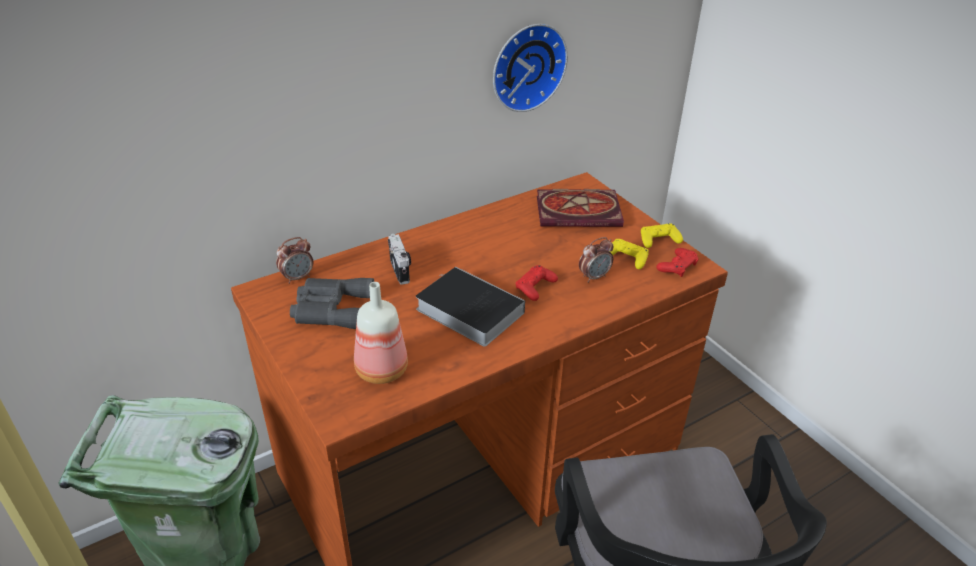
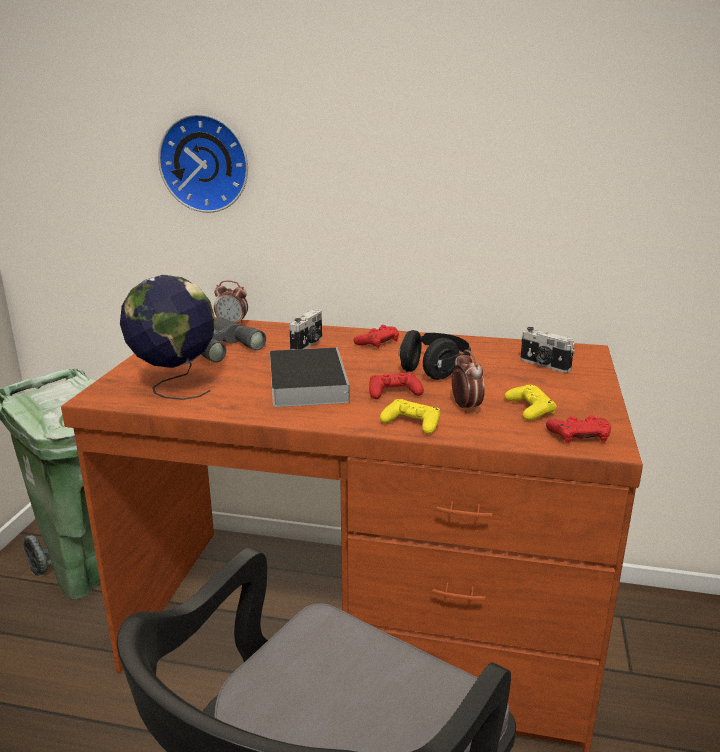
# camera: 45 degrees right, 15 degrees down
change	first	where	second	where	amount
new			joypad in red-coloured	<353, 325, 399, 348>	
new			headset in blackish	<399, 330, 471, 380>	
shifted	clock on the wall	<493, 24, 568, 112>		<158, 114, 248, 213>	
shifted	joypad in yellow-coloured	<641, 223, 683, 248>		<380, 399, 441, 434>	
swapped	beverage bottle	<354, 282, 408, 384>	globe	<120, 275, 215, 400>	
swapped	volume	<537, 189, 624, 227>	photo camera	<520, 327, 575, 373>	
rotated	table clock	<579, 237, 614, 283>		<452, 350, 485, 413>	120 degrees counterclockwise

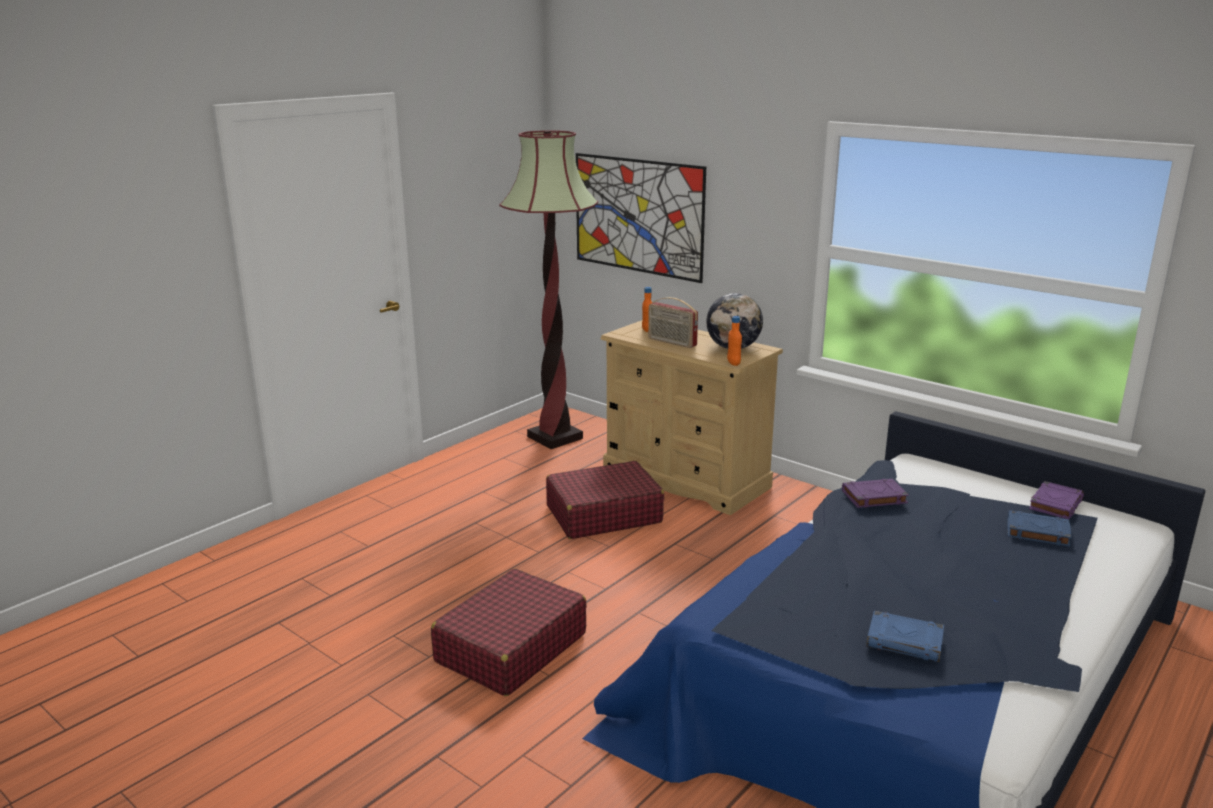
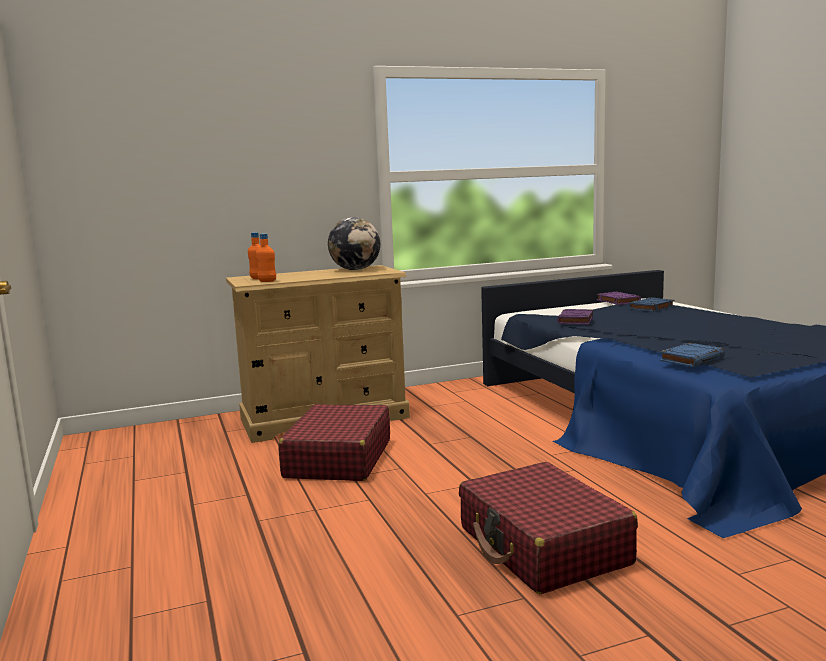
# camera: 60 degrees left, 10 degrees down
change	first	where	second	where	amount
gone	standard lamp	<499, 130, 598, 449>			
gone	picture	<576, 153, 706, 283>			
gone	radio receiver	<648, 297, 698, 348>			
shifted	beverage bottle in orangey	<727, 316, 742, 366>		<256, 233, 276, 282>	
shifted	volume in bluish	<866, 611, 944, 662>		<660, 343, 725, 367>	

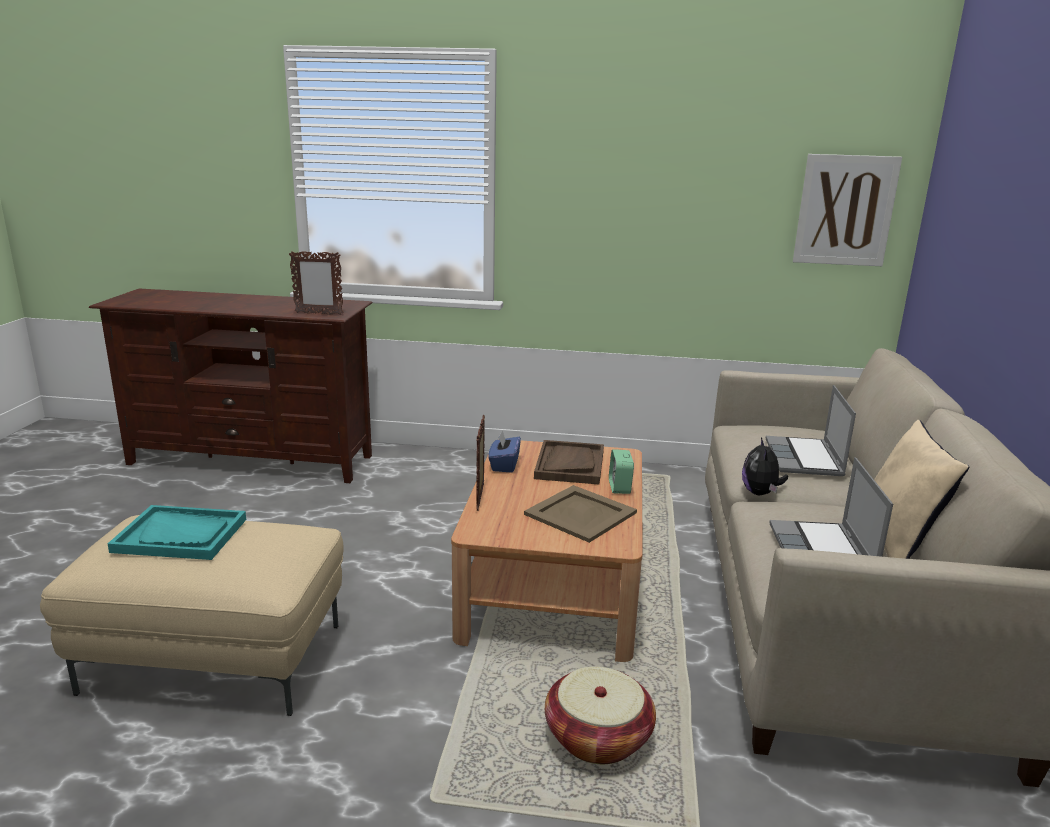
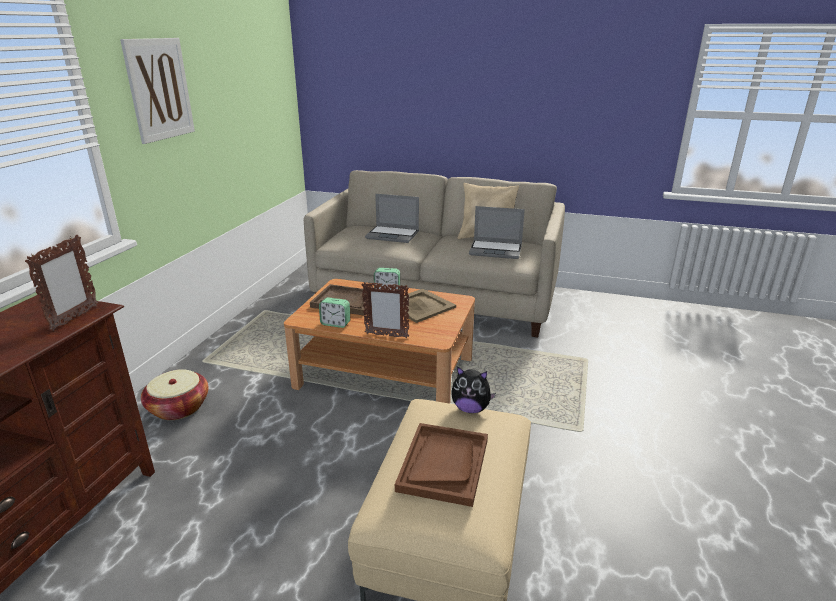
# camera: 80 degrees left, 5 degrees up
change	first	where	second	where	amount
shifted	basket	<545, 667, 656, 764>		<141, 369, 209, 420>	
shifted	soft toy	<742, 437, 788, 495>		<452, 366, 496, 413>	
shifted	picture	<793, 154, 902, 266>		<120, 38, 195, 144>	
swapped	tissue box in bluish	<488, 430, 521, 473>	table clock	<319, 297, 350, 328>	
repainted	carrying tray in blue-green	<108, 505, 246, 560>	carrying tray in brown-coloured	<395, 423, 488, 507>	

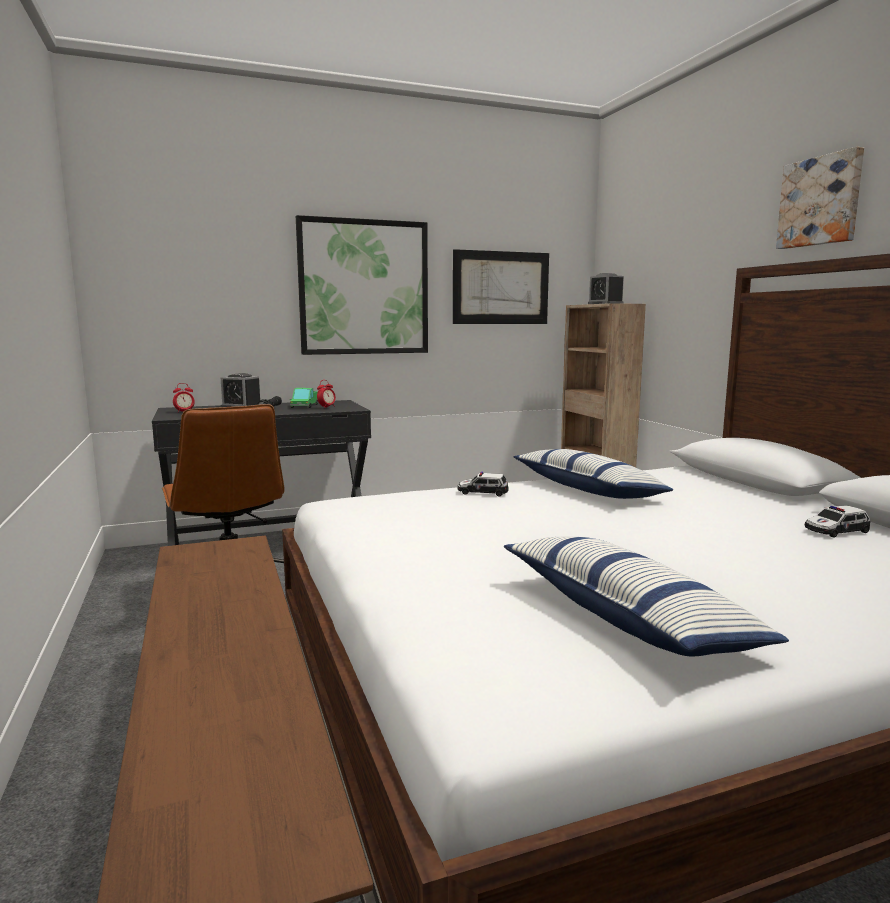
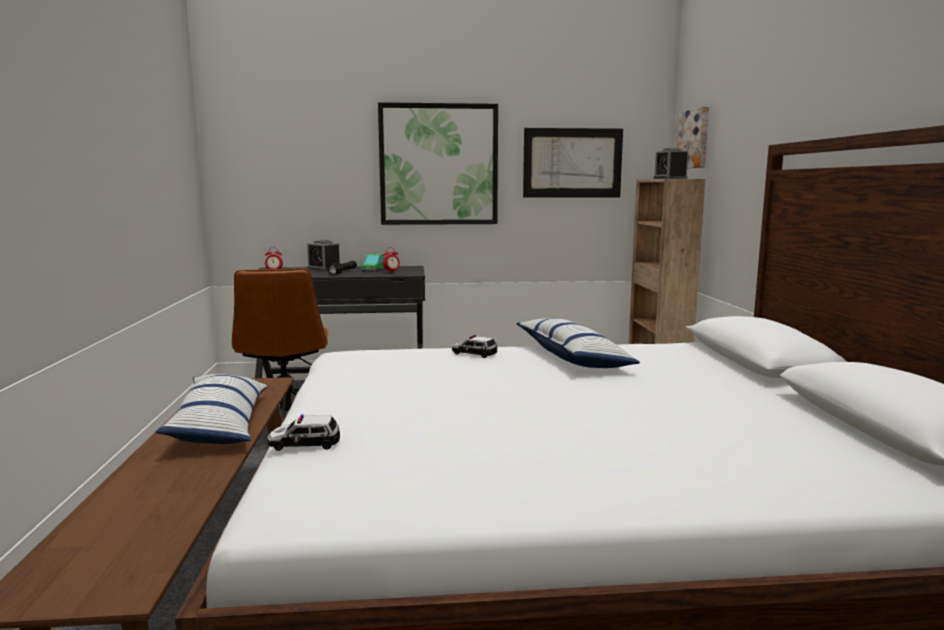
# camera: 15 degrees right, 0 degrees up
change	first	where	second	where	amount
shifted	cushion	<504, 537, 789, 656>		<155, 374, 268, 444>	
shifted	picture	<776, 146, 864, 249>		<677, 106, 709, 169>	
shifted	toy car	<805, 505, 870, 538>		<267, 414, 340, 451>	

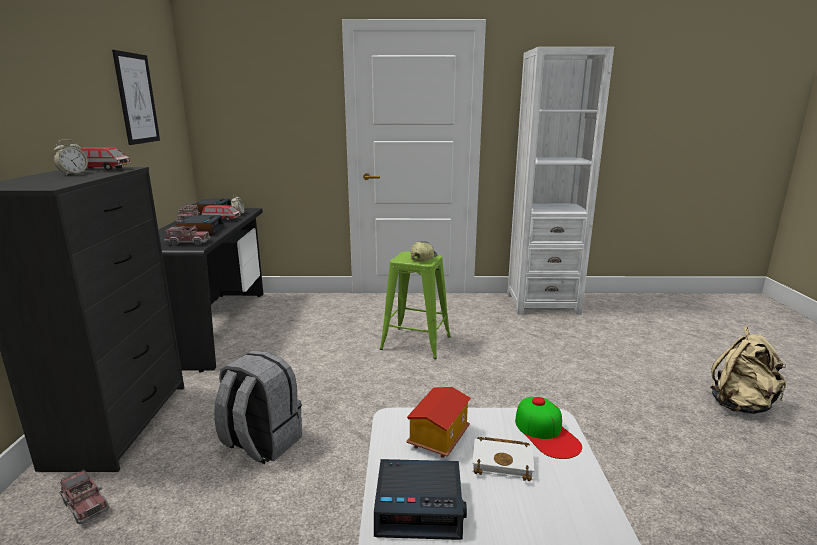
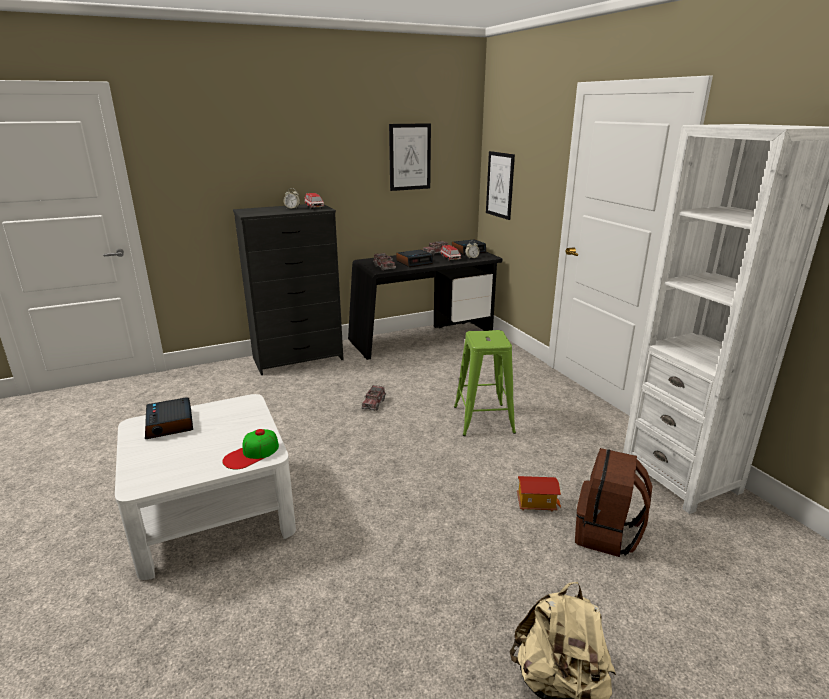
# camera: 65 degrees right, 5 degrees up
change	first	where	second	where	amount
gone	knapsack in gray	<214, 351, 302, 464>			
gone	cap	<411, 241, 437, 261>			
gone	volume in whitish	<472, 437, 534, 481>			
new			picture	<486, 151, 515, 220>	
new			knapsack in brown-coloured	<575, 448, 652, 557>	
shifted	toy truck	<59, 469, 110, 524>		<361, 385, 386, 411>	
shifted	model house	<407, 387, 471, 458>		<517, 476, 561, 511>	

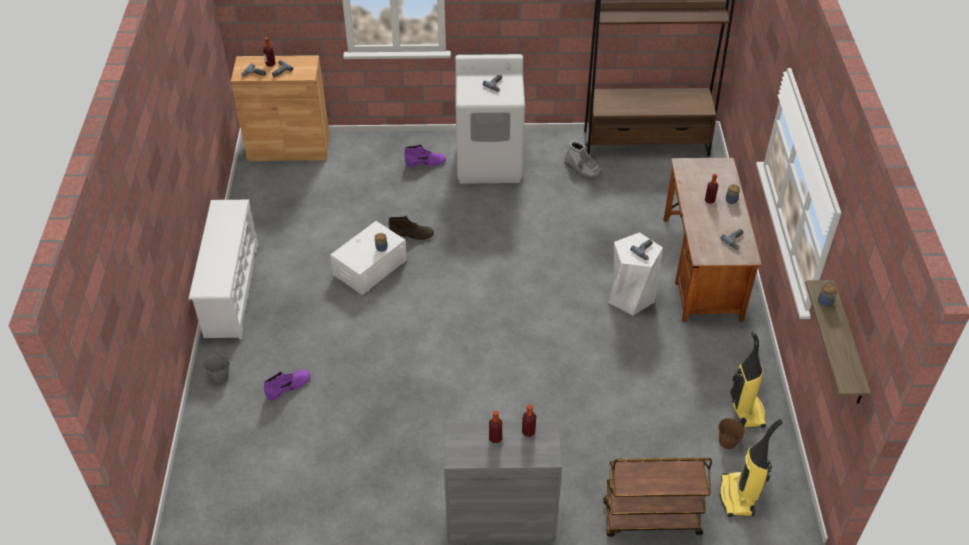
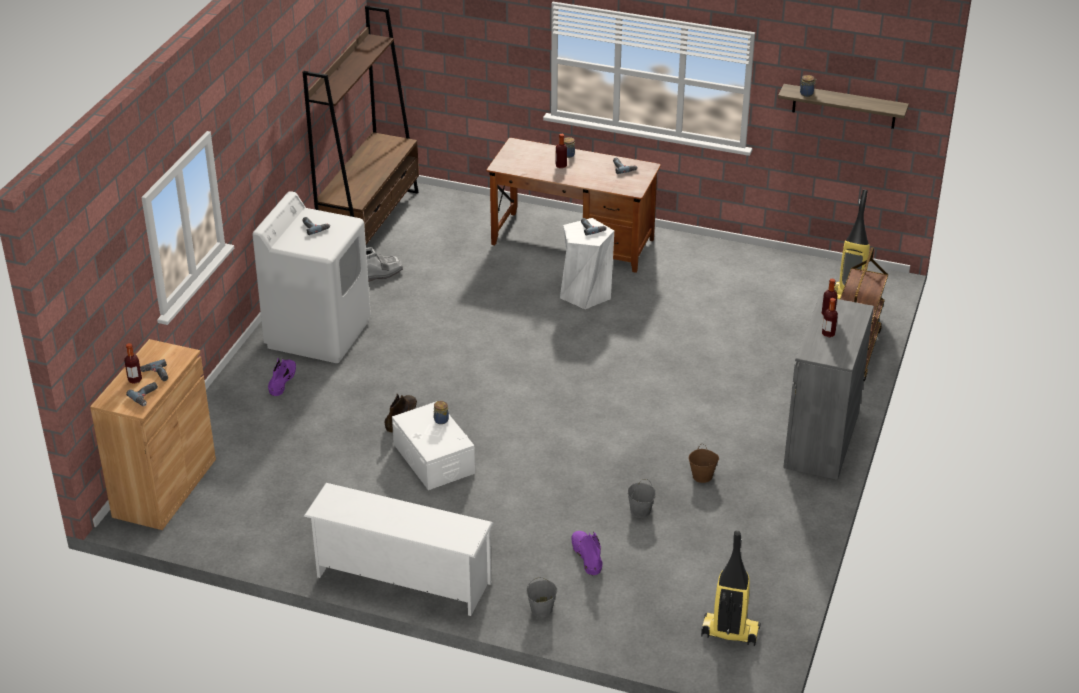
# camera: 70 degrees left, 10 degrees down
change	first	where	second	where	amount
new			water bucket in gray	<627, 479, 656, 518>	
shifted	water bucket in brown-coloured	<718, 418, 744, 449>		<689, 444, 719, 483>	
shifted	vacuum	<730, 332, 767, 428>		<701, 531, 761, 646>	

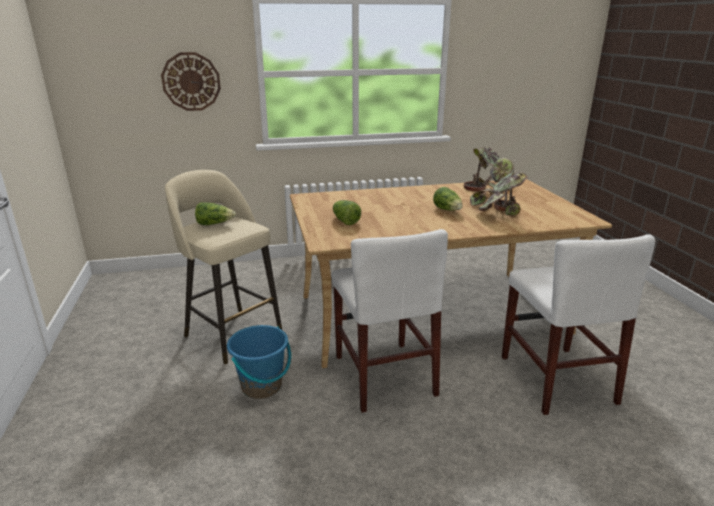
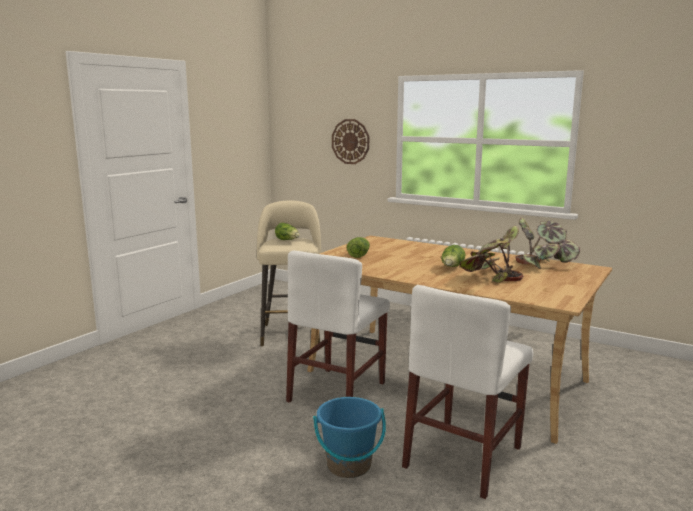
# camera: 45 degrees right, 10 degrees down
change	first	where	second	where	amount
shifted	water bucket in bluish	<227, 325, 291, 399>		<313, 397, 386, 478>	

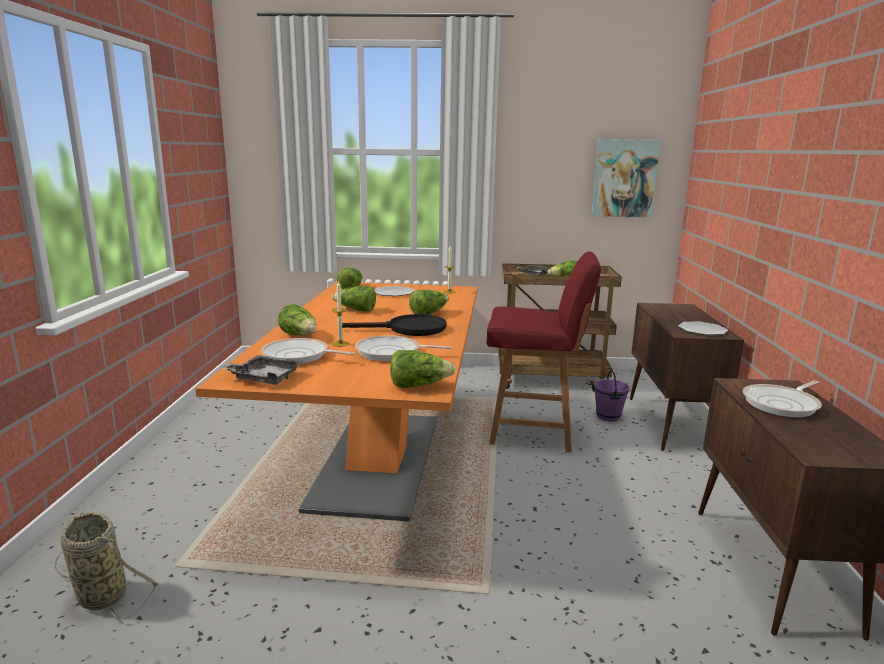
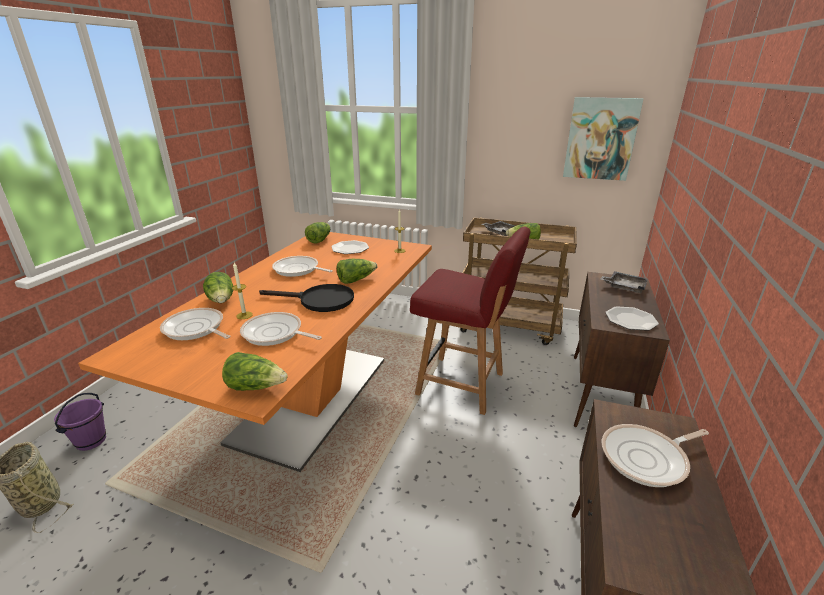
# camera: 15 degrees right, 10 degrees up
change	first	where	second	where	amount
shifted	carrying tray in gray	<222, 355, 301, 385>		<601, 271, 648, 293>	
shifted	water bucket in purple-coloured	<594, 370, 630, 422>		<54, 393, 106, 451>	
swapped	lettuce head	<332, 286, 376, 312>	frying pan	<272, 256, 333, 277>	

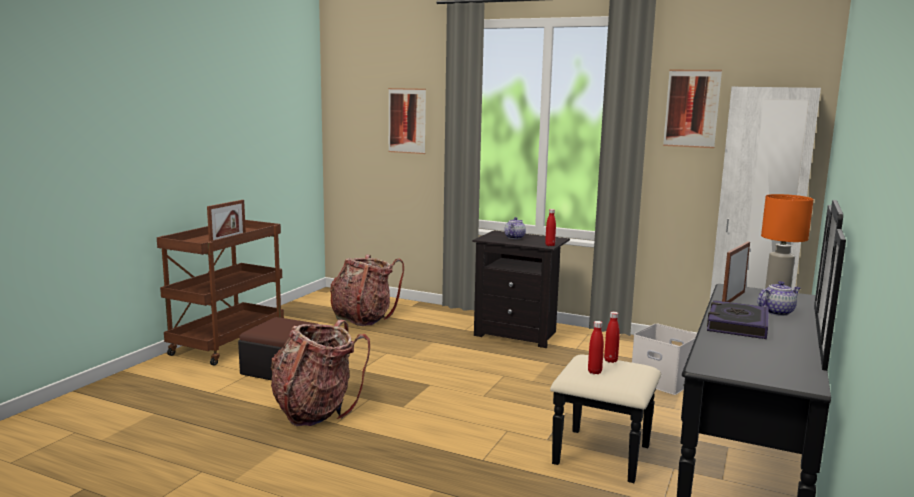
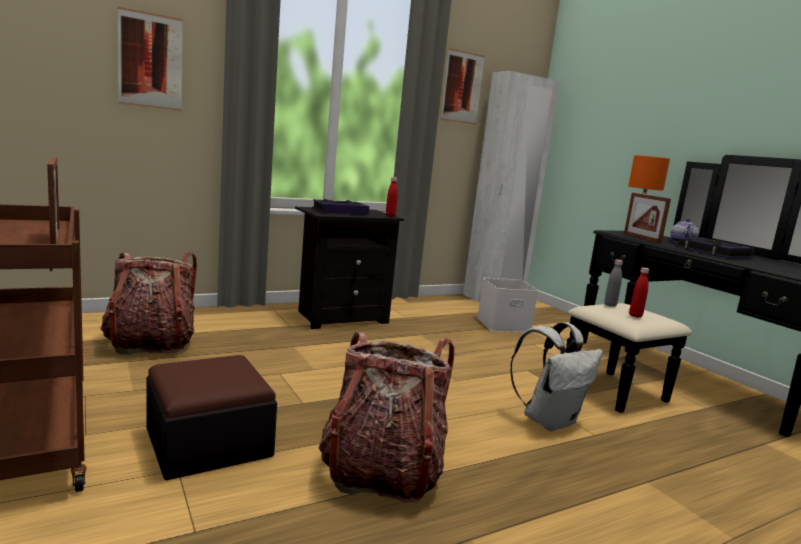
# camera: 55 degrees left, 0 degrees up
change	first	where	second	where	amount
new			knapsack in whitish	<510, 322, 603, 431>	
swapped	pot for tea	<504, 217, 526, 239>	volume	<313, 199, 369, 215>	
repainted	beverage bottle in red-coloured	<604, 312, 620, 363>	beverage bottle in gray	<604, 260, 623, 307>	

